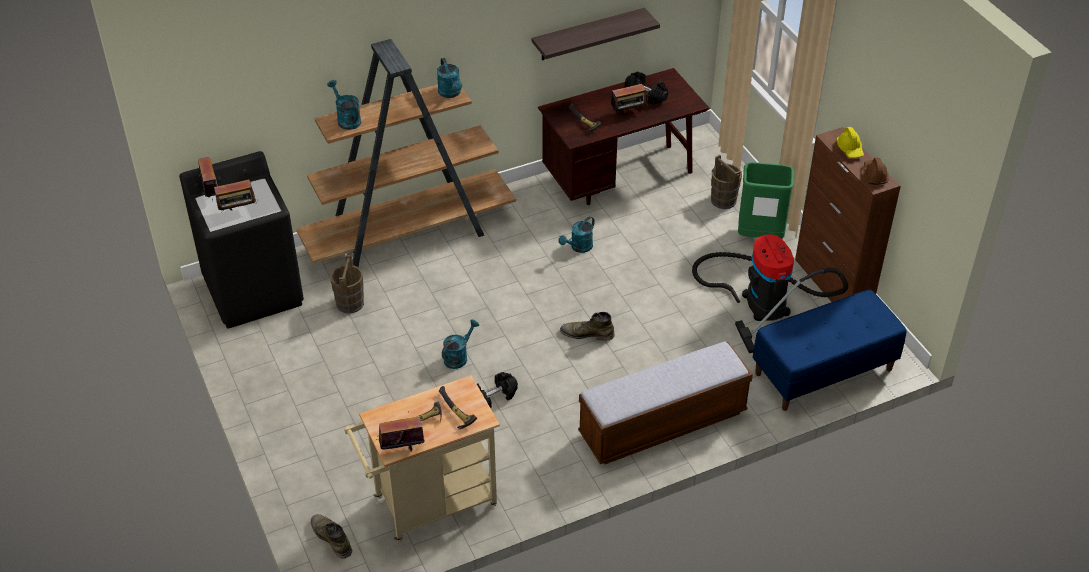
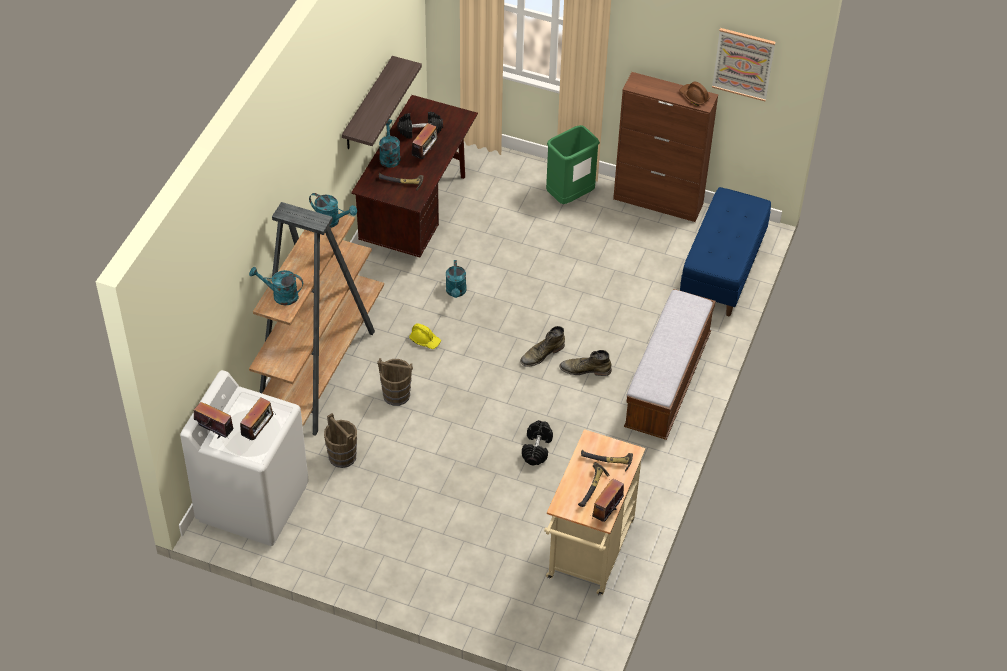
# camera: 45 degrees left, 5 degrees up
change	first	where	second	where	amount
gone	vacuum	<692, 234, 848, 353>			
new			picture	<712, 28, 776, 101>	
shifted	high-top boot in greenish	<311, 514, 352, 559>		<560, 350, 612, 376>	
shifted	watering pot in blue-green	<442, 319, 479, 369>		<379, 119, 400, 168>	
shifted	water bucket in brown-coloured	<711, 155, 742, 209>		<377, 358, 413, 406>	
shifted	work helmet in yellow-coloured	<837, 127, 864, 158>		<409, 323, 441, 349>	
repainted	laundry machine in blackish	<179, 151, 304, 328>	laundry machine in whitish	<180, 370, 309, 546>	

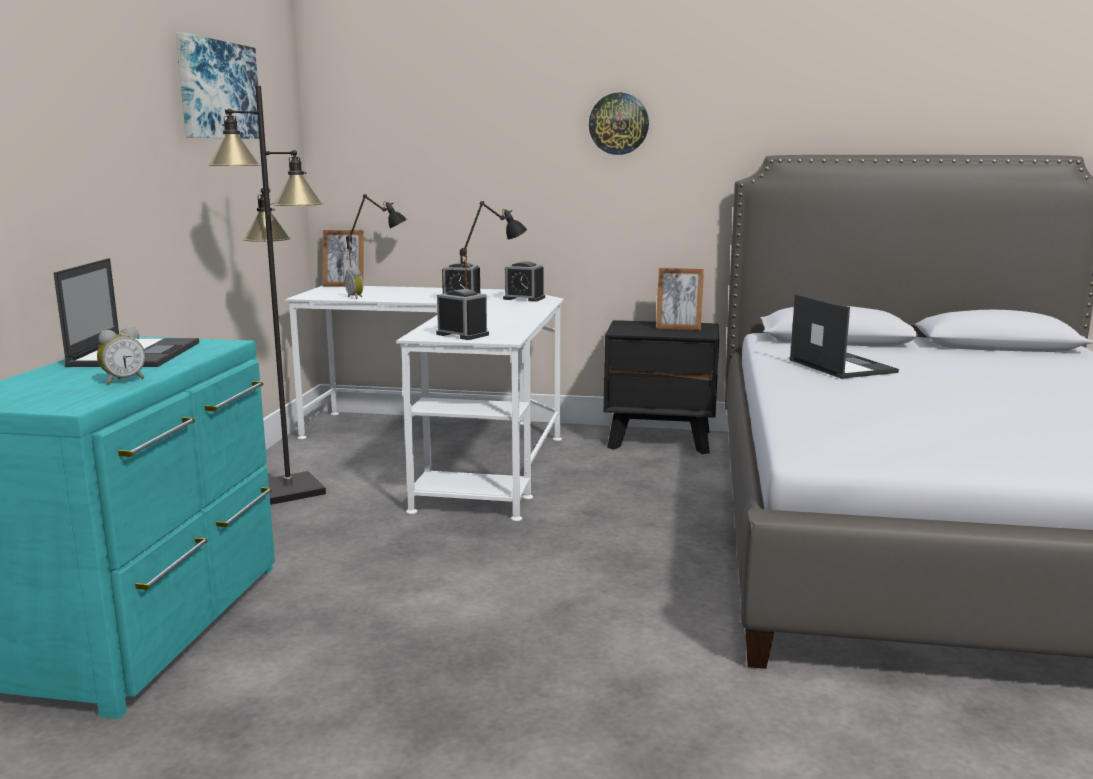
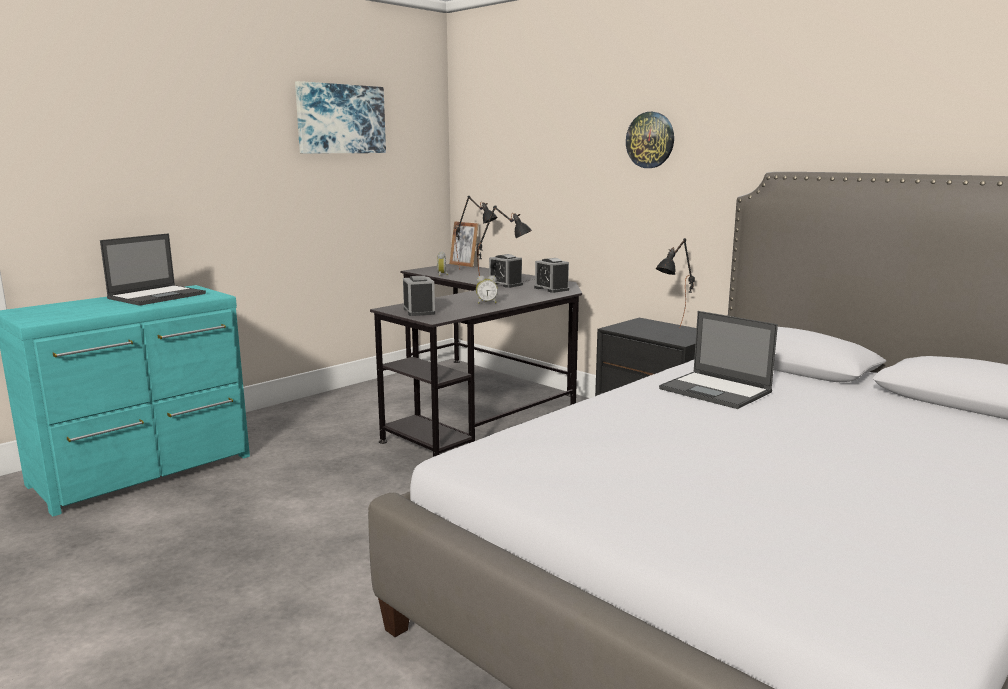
# camera: 35 degrees right, 0 degrees up
change	first	where	second	where	amount
gone	standard lamp in blackish	<208, 85, 326, 505>			
shifted	table clock	<97, 327, 145, 385>		<476, 275, 498, 304>	
swapped	photo frame	<656, 268, 704, 330>	tabletop lamp in blackish	<656, 238, 695, 326>	
repainted	desk in whitish	<285, 286, 564, 521>	desk in blackish	<370, 264, 582, 457>	
rotated	laptop	<789, 294, 899, 379>		<659, 311, 778, 409>	120 degrees clockwise

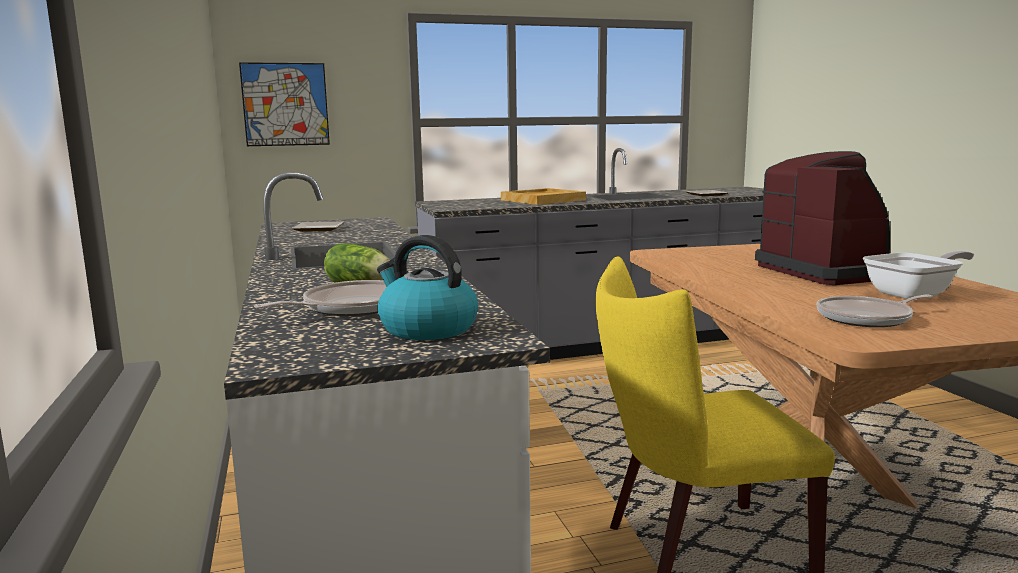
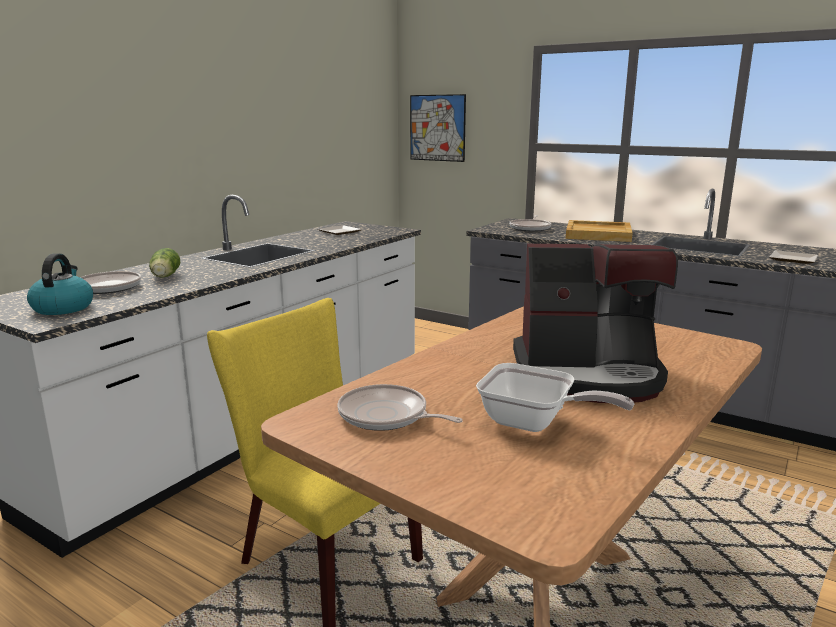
# camera: 50 degrees right, 5 degrees up
change	first	where	second	where	amount
new			frying pan	<509, 215, 551, 232>	
rotated	coffee machine	<755, 151, 890, 285>		<513, 244, 678, 403>	60 degrees clockwise

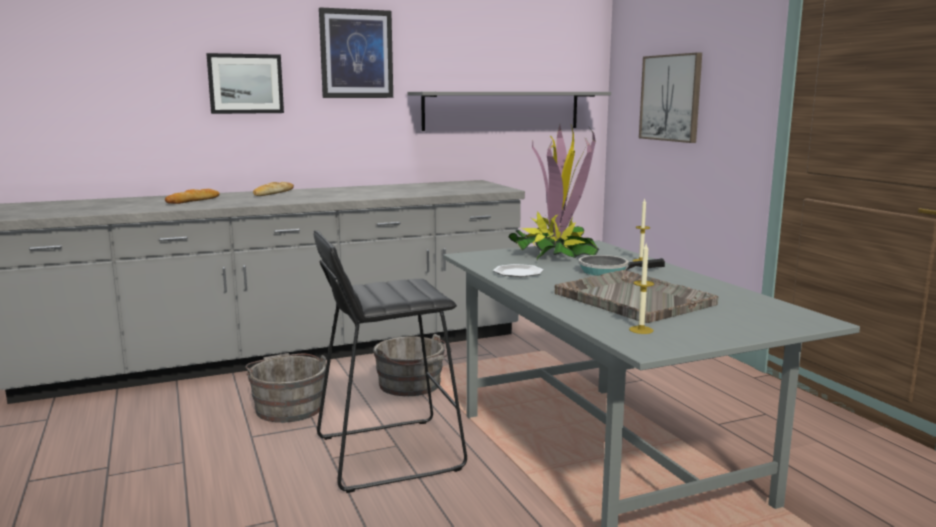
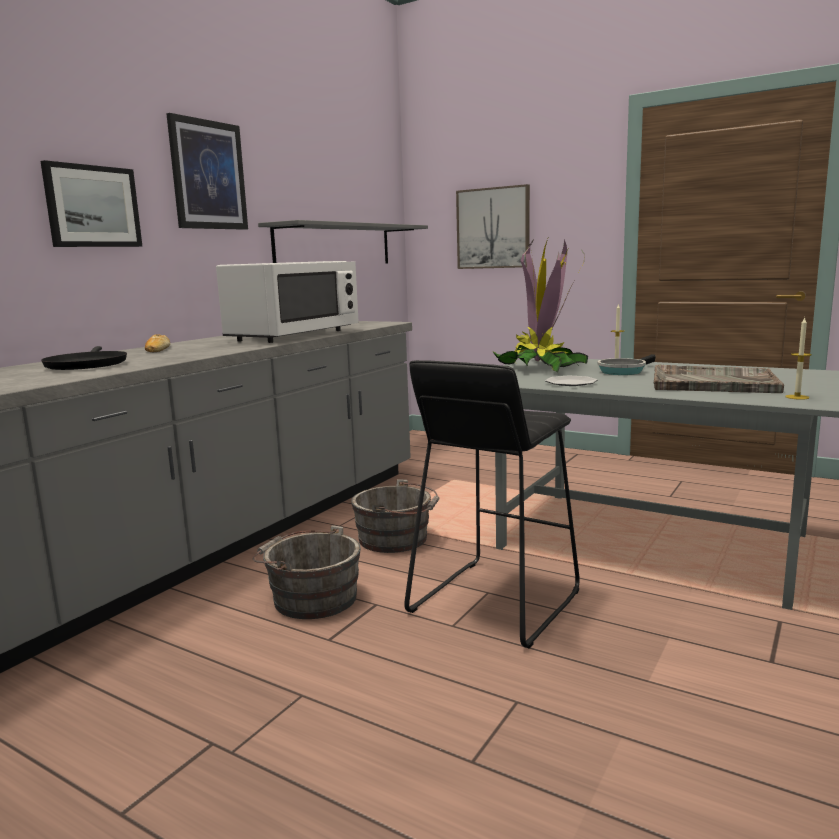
# camera: 35 degrees left, 0 degrees up
change	first	where	second	where	amount
new			kitchen microwave in whitish	<216, 261, 359, 343>	
swapped	bakery bread	<165, 189, 220, 204>	frying pan in blackish	<41, 346, 127, 370>	

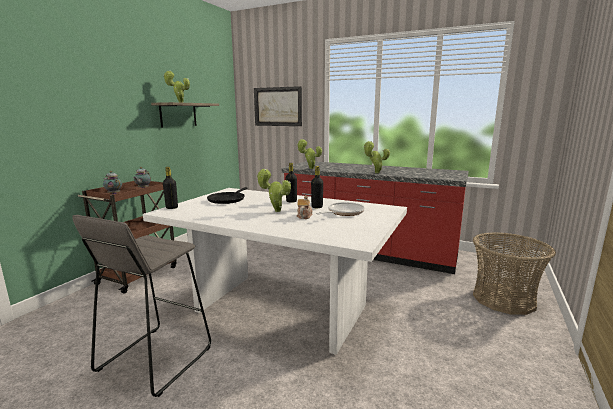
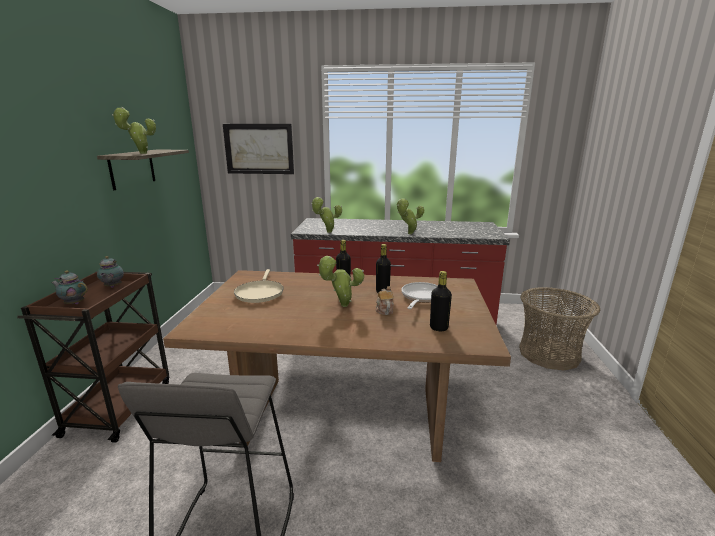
# camera: 20 degrees left, 5 degrees up
change	first	where	second	where	amount
shifted	beverage bottle in blackish	<163, 167, 178, 209>		<430, 271, 452, 331>	
repainted	dining table in whitish	<143, 188, 407, 355>	dining table in brown-coloured	<163, 270, 511, 462>	
repainted	frying pan in blackish	<207, 187, 248, 204>	frying pan in beige	<234, 269, 284, 303>	

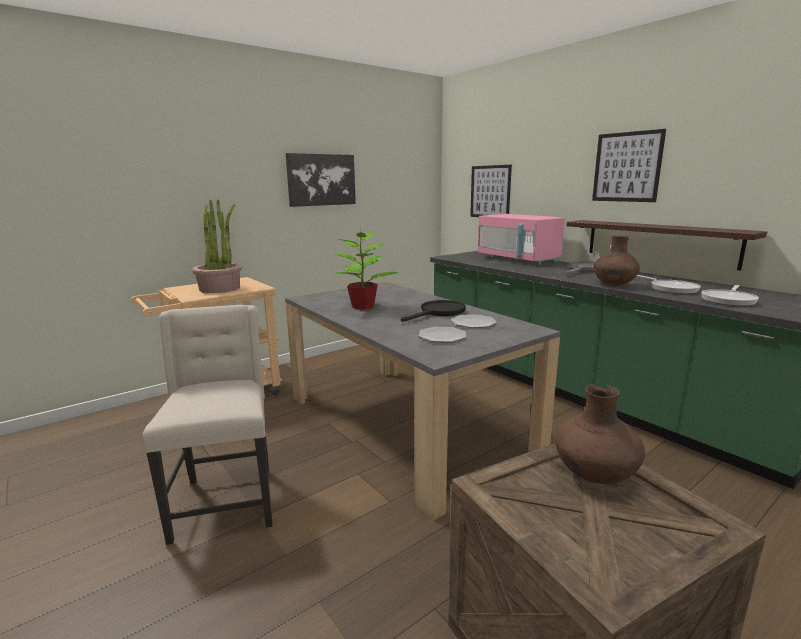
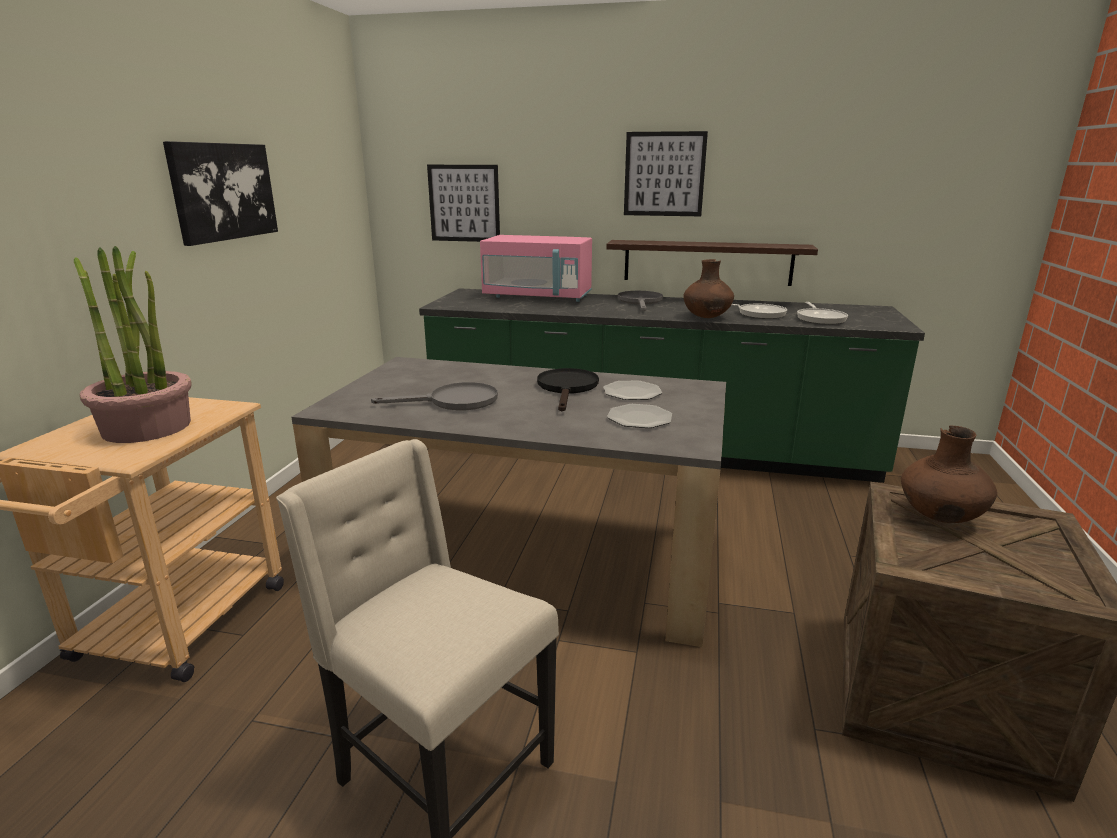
# camera: 40 degrees left, 5 degrees up
change	first	where	second	where	amount
swapped	houseplant	<335, 227, 398, 310>	frying pan in gray	<371, 382, 498, 410>	

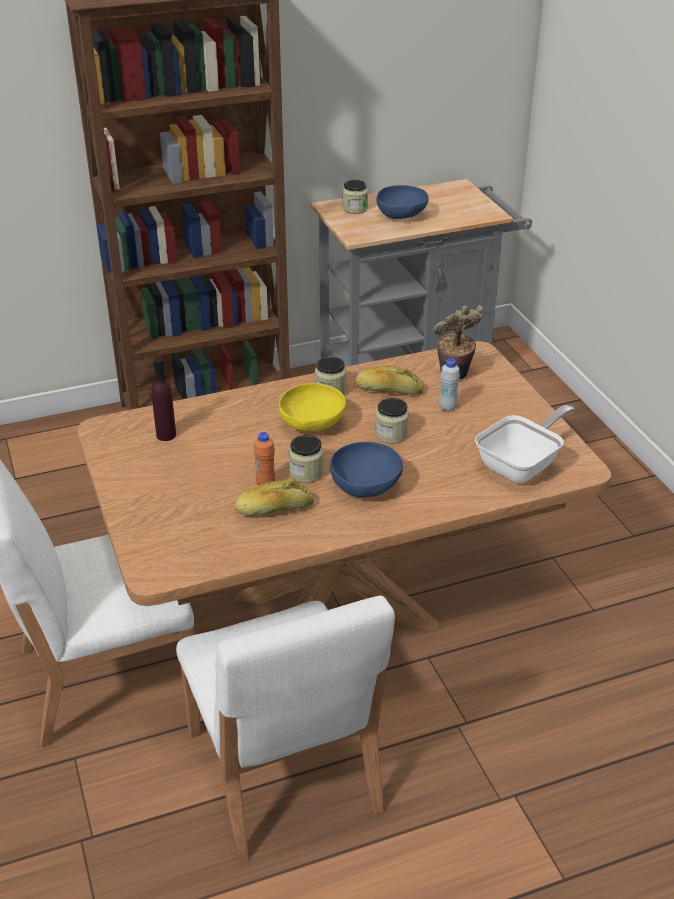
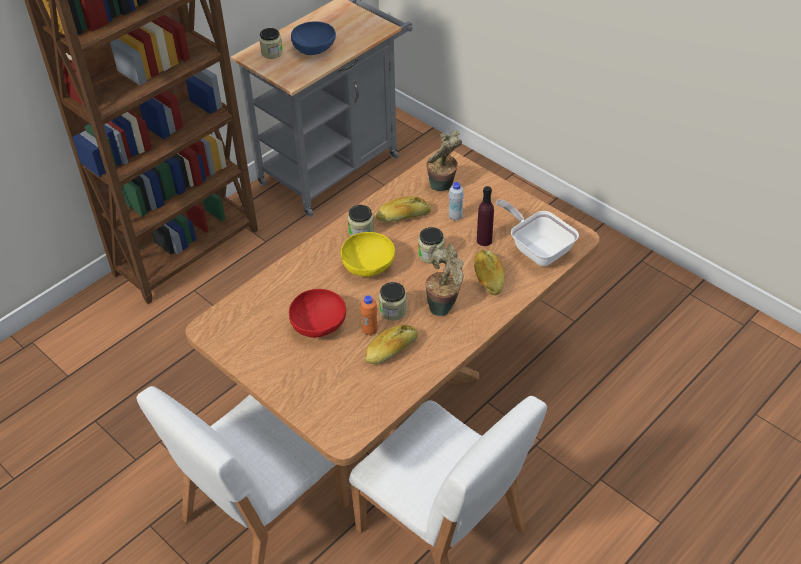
# camera: 25 degrees left, 10 degrees up
change	first	where	second	where	amount
new			bowl in red-coloured	<289, 289, 346, 338>	
new			bakery bread	<474, 250, 504, 295>	
shifted	beverage bottle in purple-coloured	<152, 358, 176, 441>		<477, 186, 494, 246>	
swapped	bowl in bluish	<330, 442, 403, 497>	houseplant	<425, 244, 464, 316>	
rotated	frying pan	<475, 405, 574, 483>		<496, 199, 579, 266>	60 degrees counterclockwise

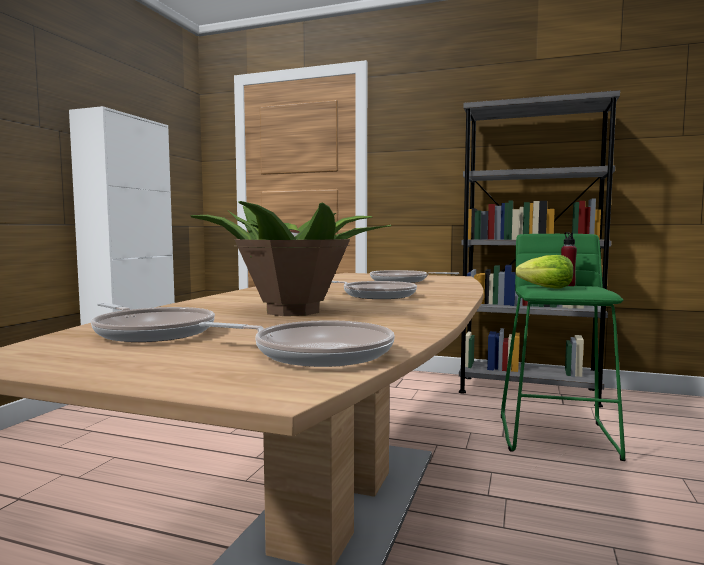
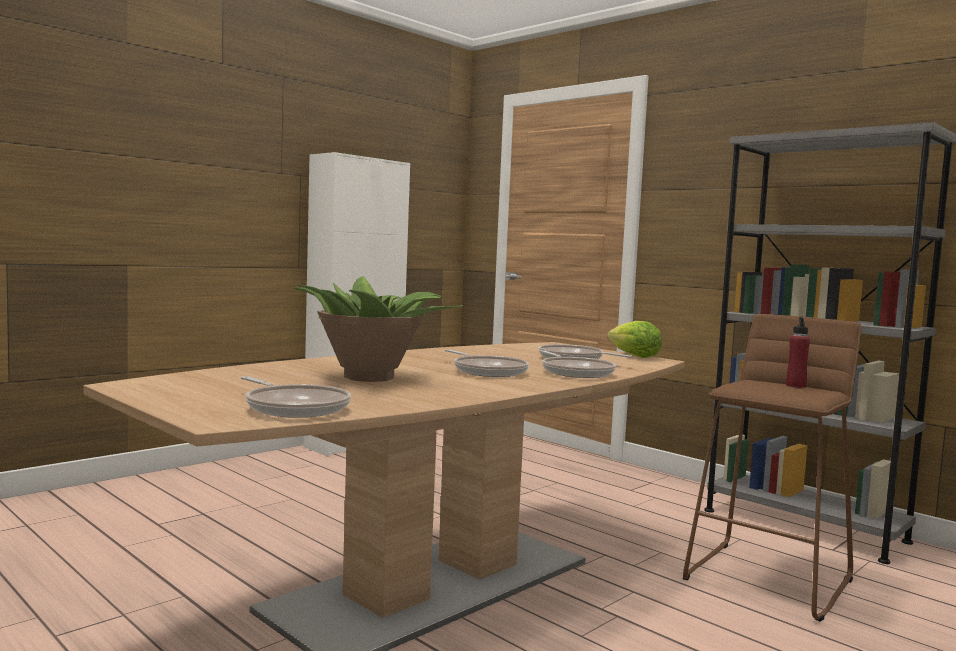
# camera: 25 degrees right, 0 degrees up
change	first	where	second	where	amount
shifted	frying pan	<91, 303, 215, 342>		<539, 350, 616, 378>	
shifted	lettuce head	<515, 255, 574, 288>		<607, 321, 662, 358>	
repainted	stool in greenish	<501, 234, 625, 461>	stool in brown-coloured	<683, 314, 861, 622>	

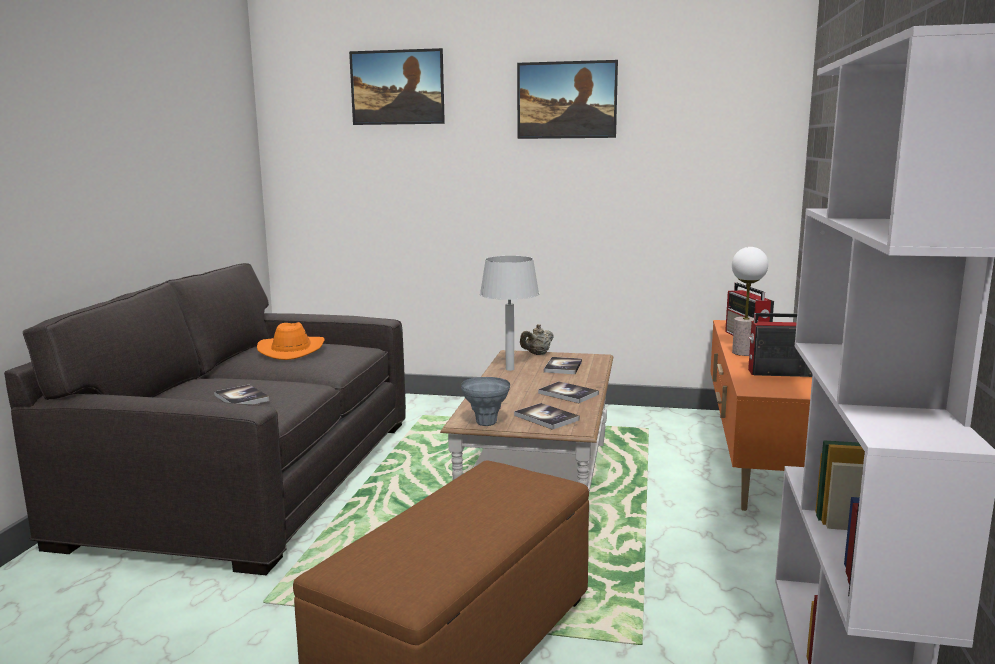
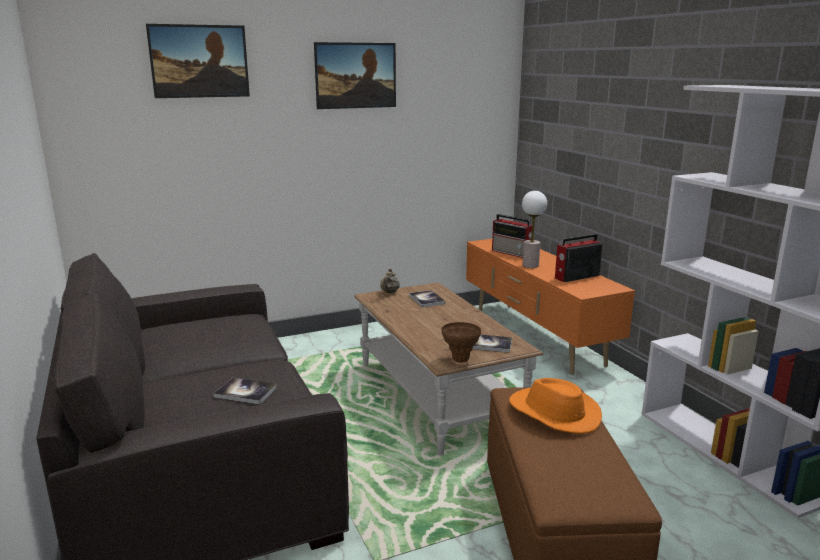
# camera: 35 degrees left, 5 degrees up
change	first	where	second	where	amount
gone	tabletop lamp in gray	<480, 256, 539, 371>			
gone	volume	<538, 381, 599, 403>			
shifted	clothing hat in orangey	<257, 322, 325, 360>		<509, 378, 602, 434>	
repainted	vase in gray	<461, 377, 510, 426>	vase in brown-coloured	<442, 322, 481, 363>	

